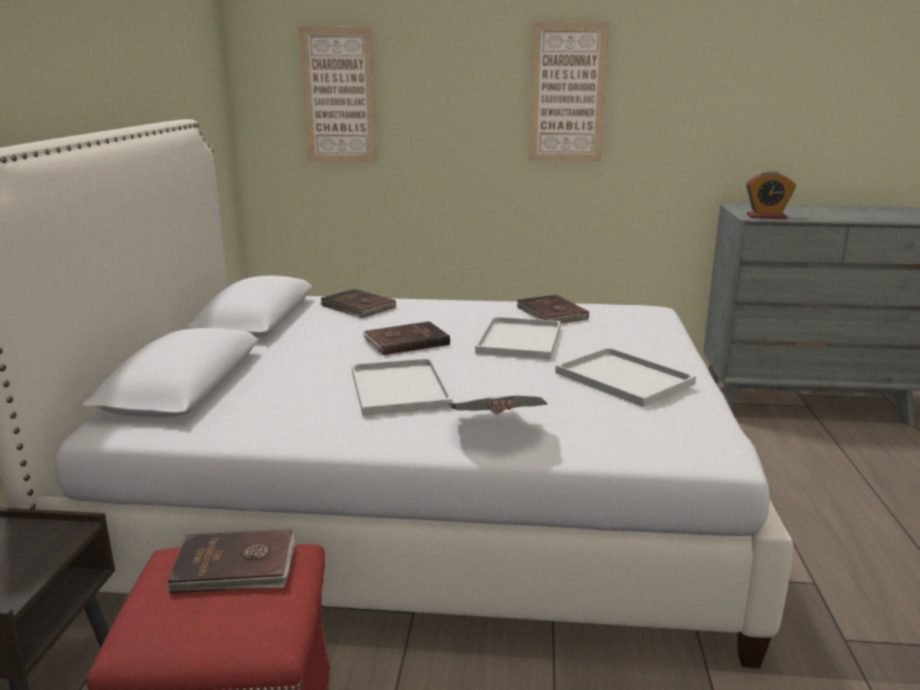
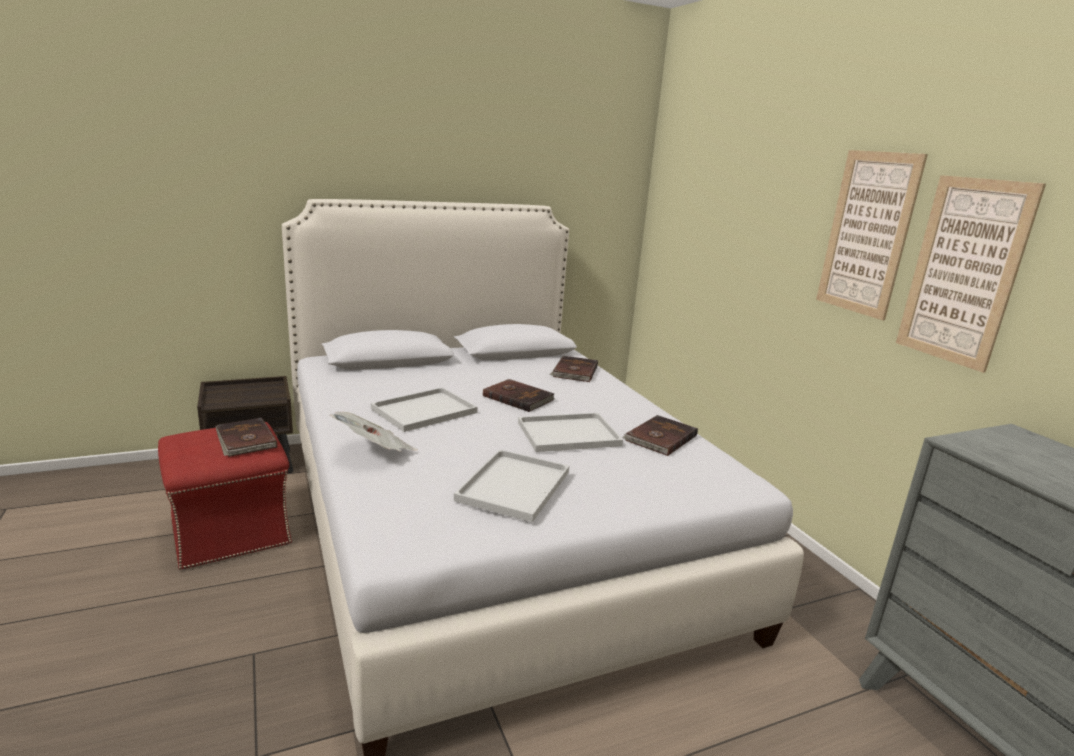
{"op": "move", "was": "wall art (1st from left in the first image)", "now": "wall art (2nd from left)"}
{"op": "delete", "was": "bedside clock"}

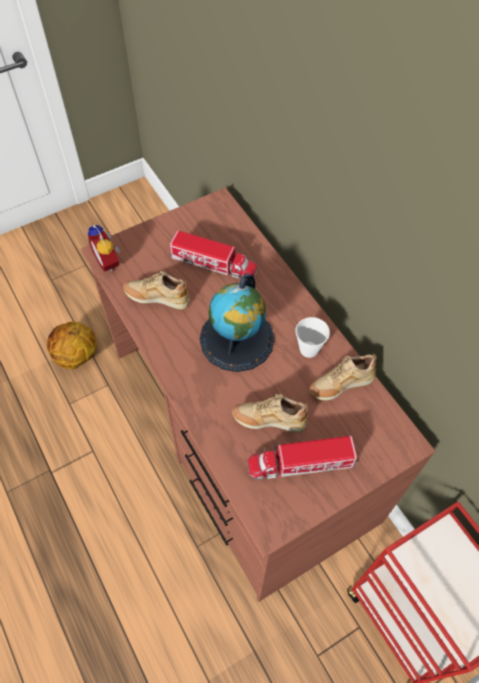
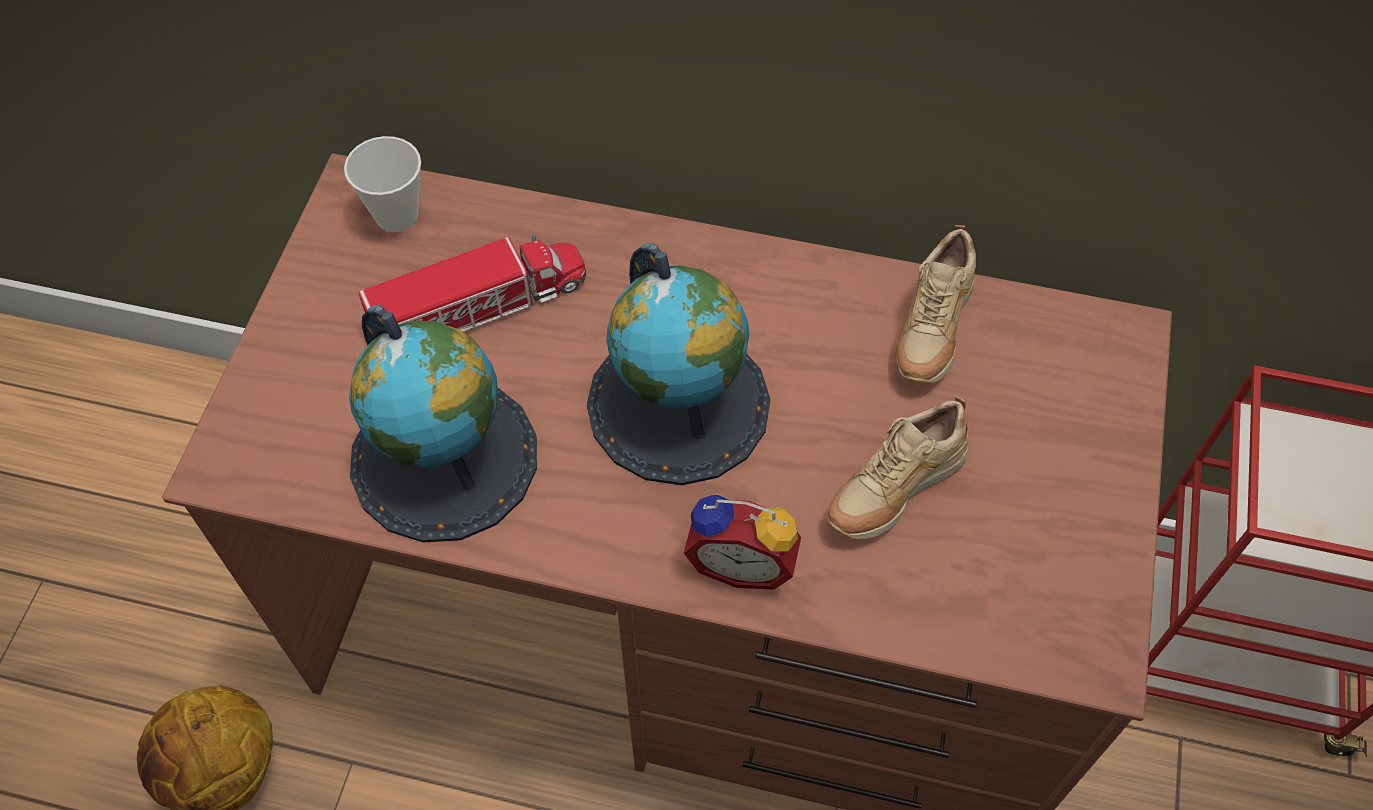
{"op": "move", "was": "bedside clock"}
{"op": "replace", "was": "beige item of footwear (1st from left)", "now": "desk globe (1st from left)"}
{"op": "delete", "was": "toy truck (2nd from left)"}
{"op": "move", "was": "small cup"}

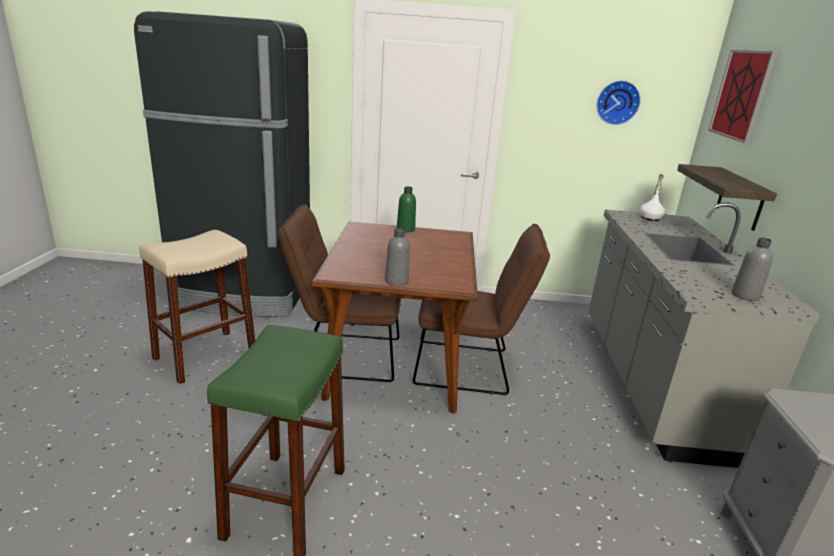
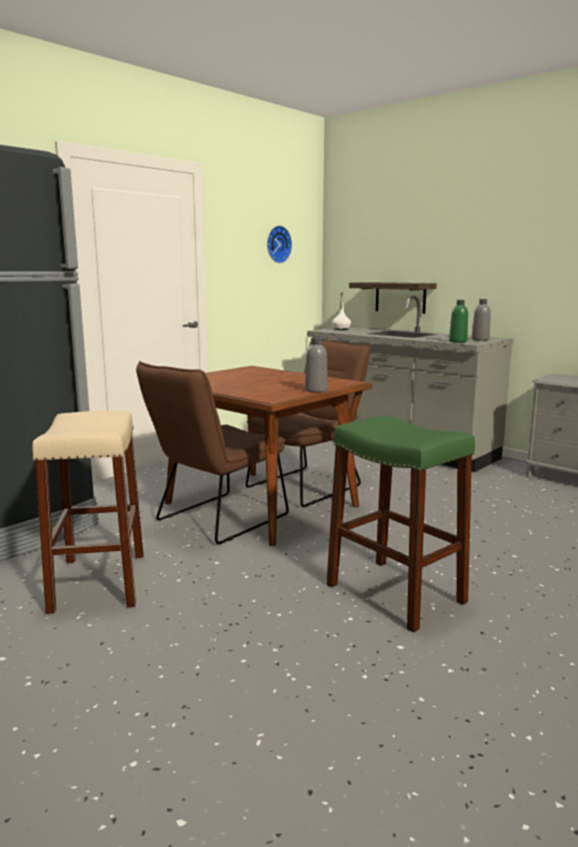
{"op": "move", "was": "green-coloured drink bottle"}
{"op": "delete", "was": "wall art"}

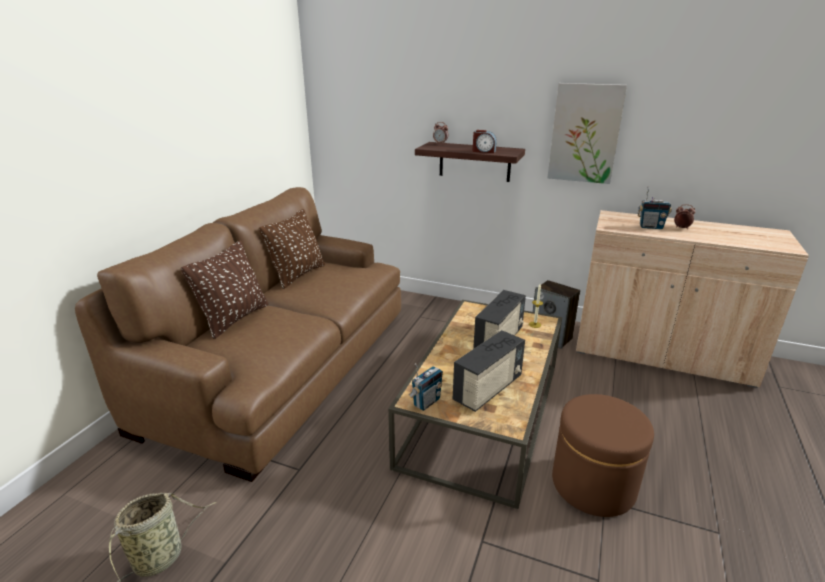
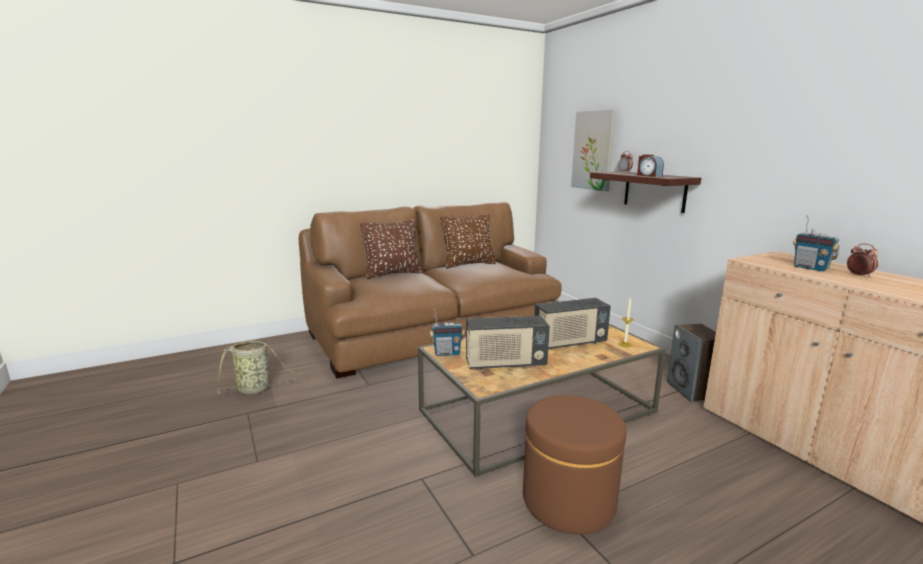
{"op": "move", "was": "wall art"}

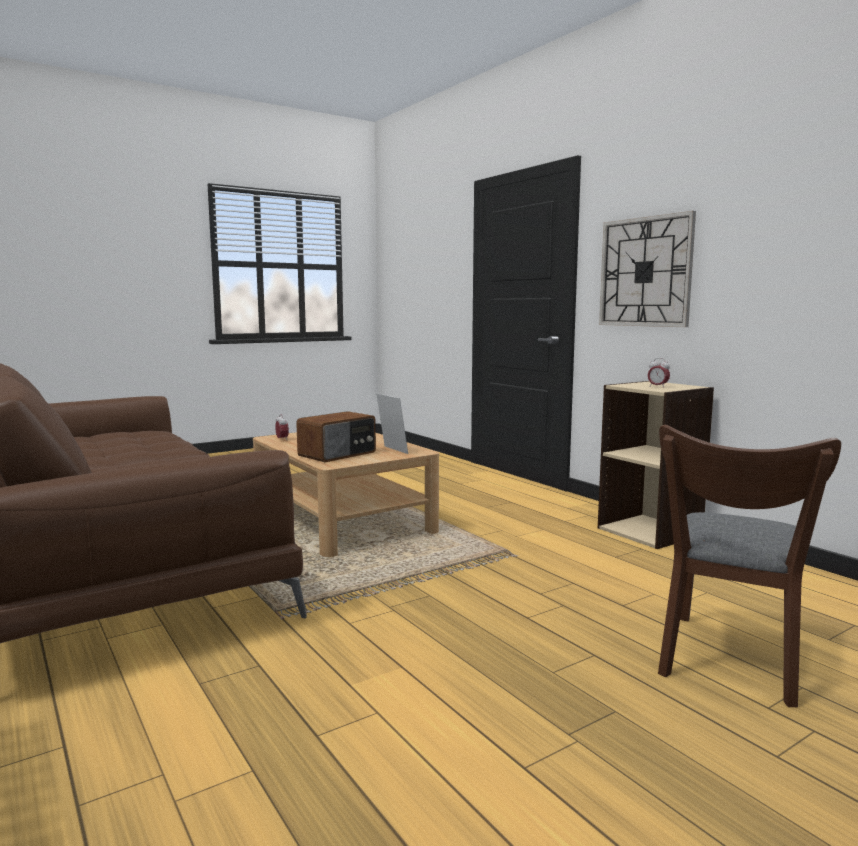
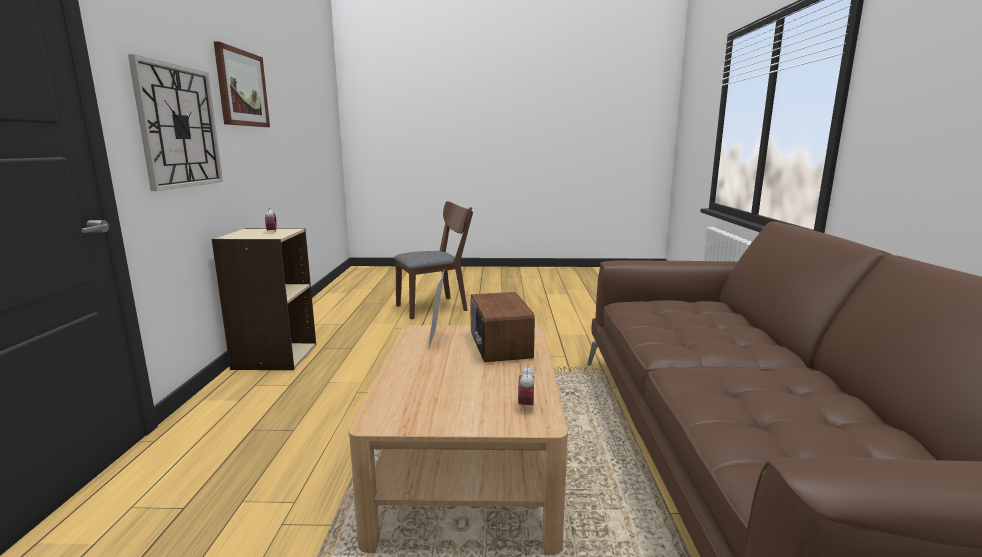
{"op": "rotate", "was": "radio", "clockwise": -90}
{"op": "insert", "now": "wall art"}

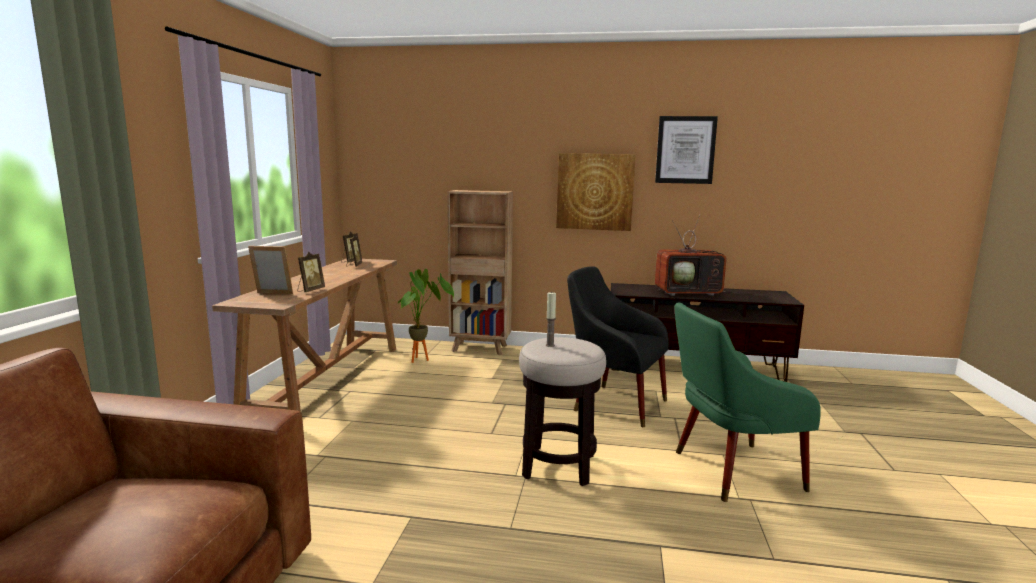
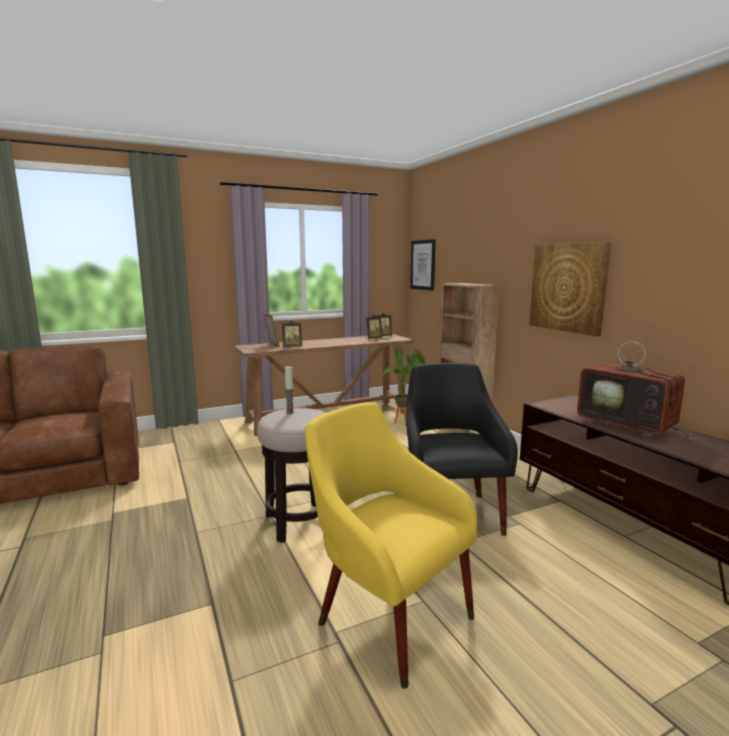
{"op": "move", "was": "wall art (2nd from left in the first image)", "now": "wall art (1st from left)"}
{"op": "recolor", "was": "green-coloured lounge chair", "now": "yellow-coloured lounge chair"}

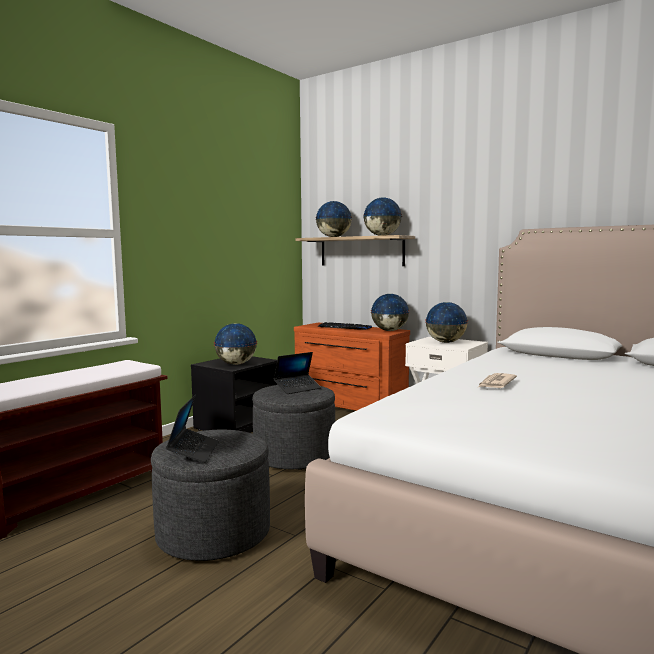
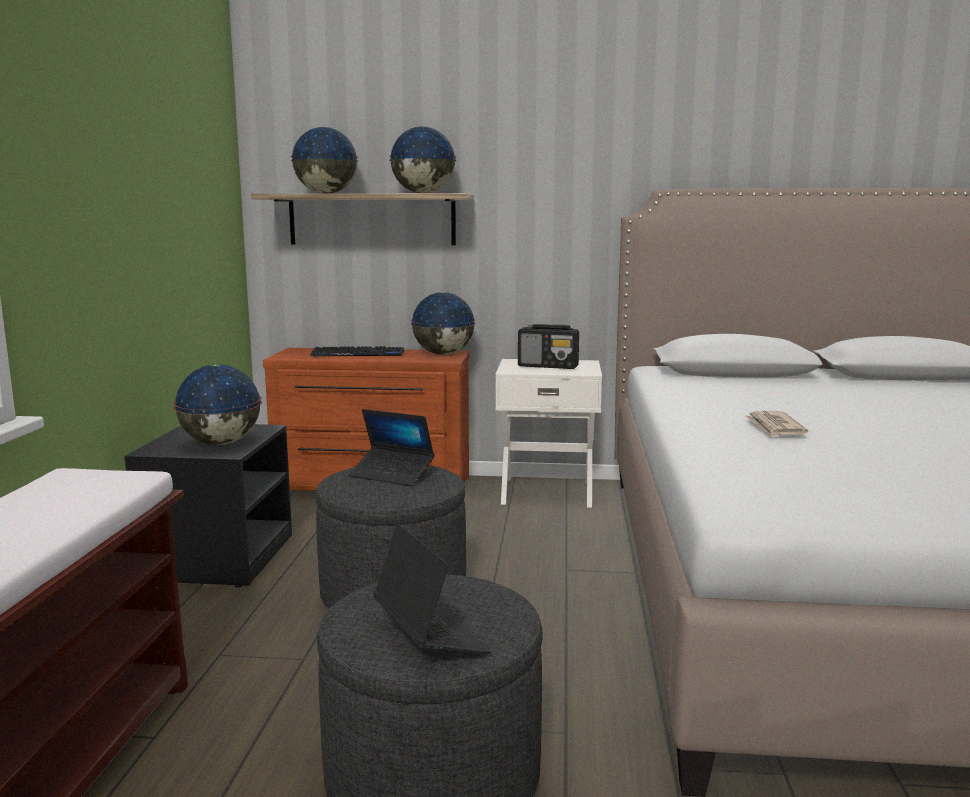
{"op": "rotate", "was": "portable computer (2nd from left in the first image)", "clockwise": 90}
{"op": "replace", "was": "desk globe (5th from left)", "now": "radio"}

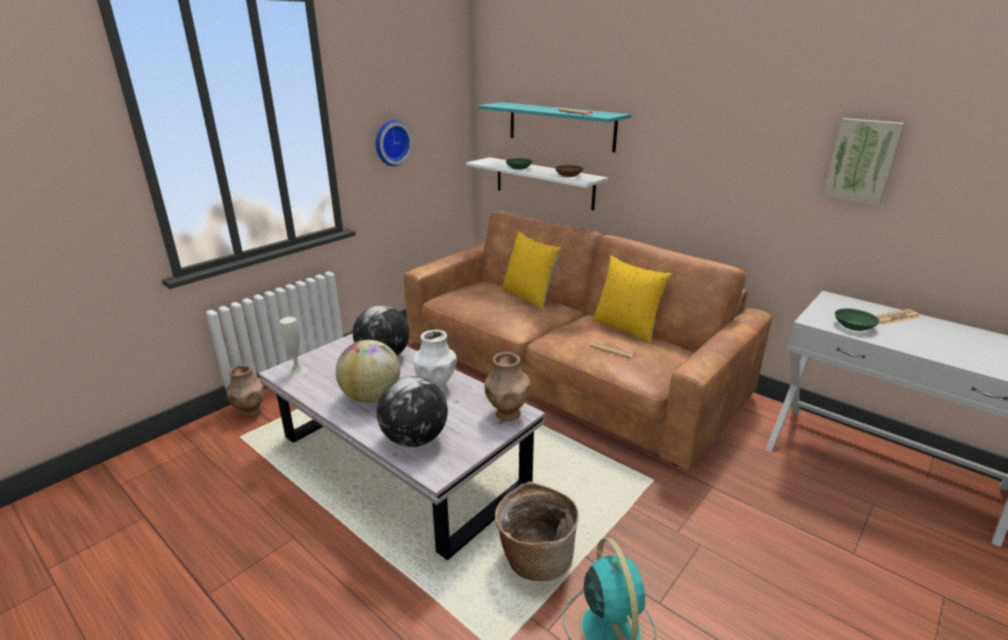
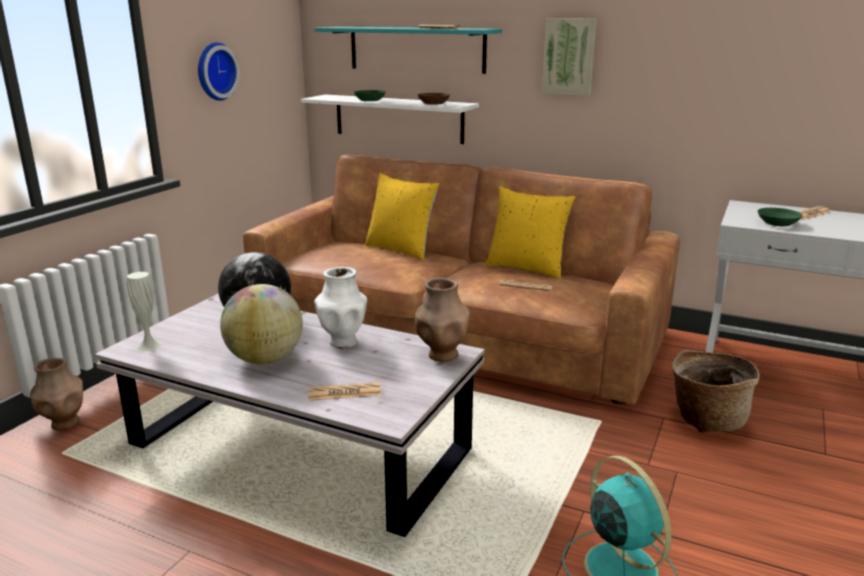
{"op": "replace", "was": "desk globe (3rd from left)", "now": "newspaper (1st from left)"}
{"op": "move", "was": "basket"}
{"op": "move", "was": "wall art"}

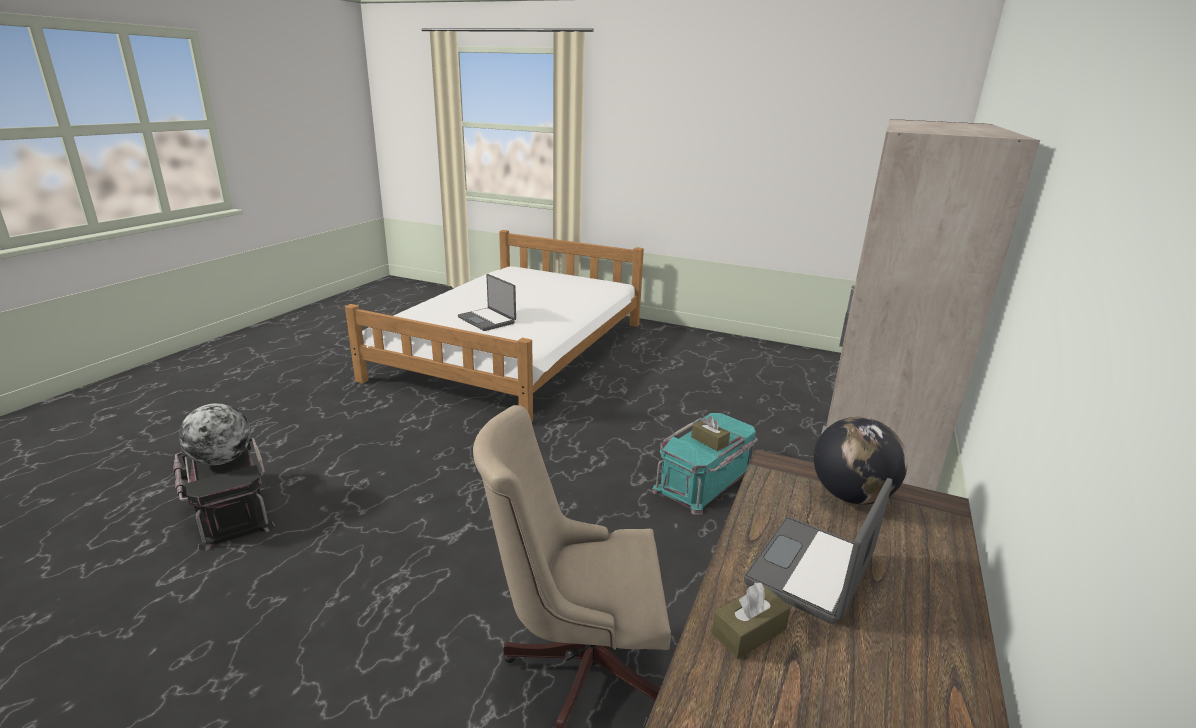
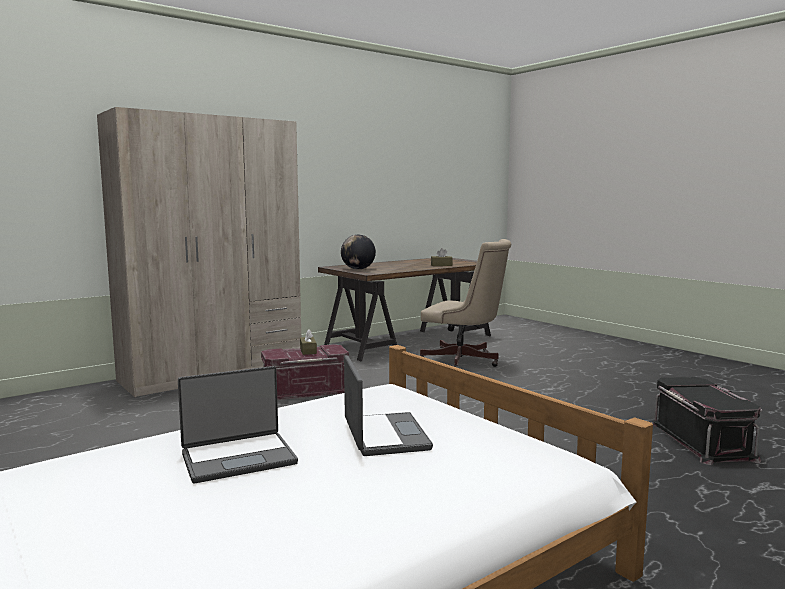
{"op": "delete", "was": "desk globe (1st from left)"}
{"op": "recolor", "was": "blue-green storage bin", "now": "red-coloured storage bin"}
{"op": "move", "was": "portable computer (2nd from left in the first image)", "now": "portable computer (1st from left)"}

